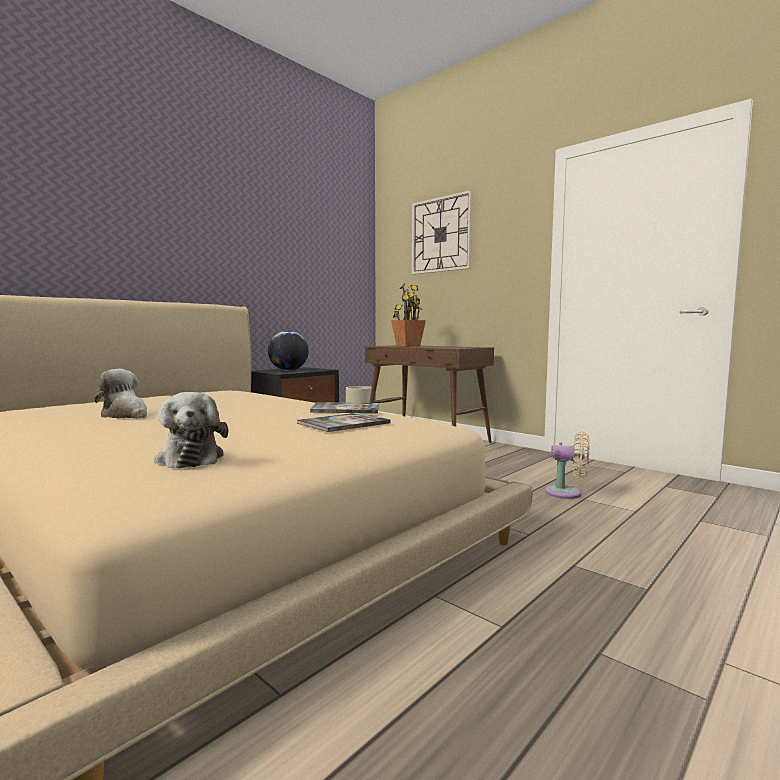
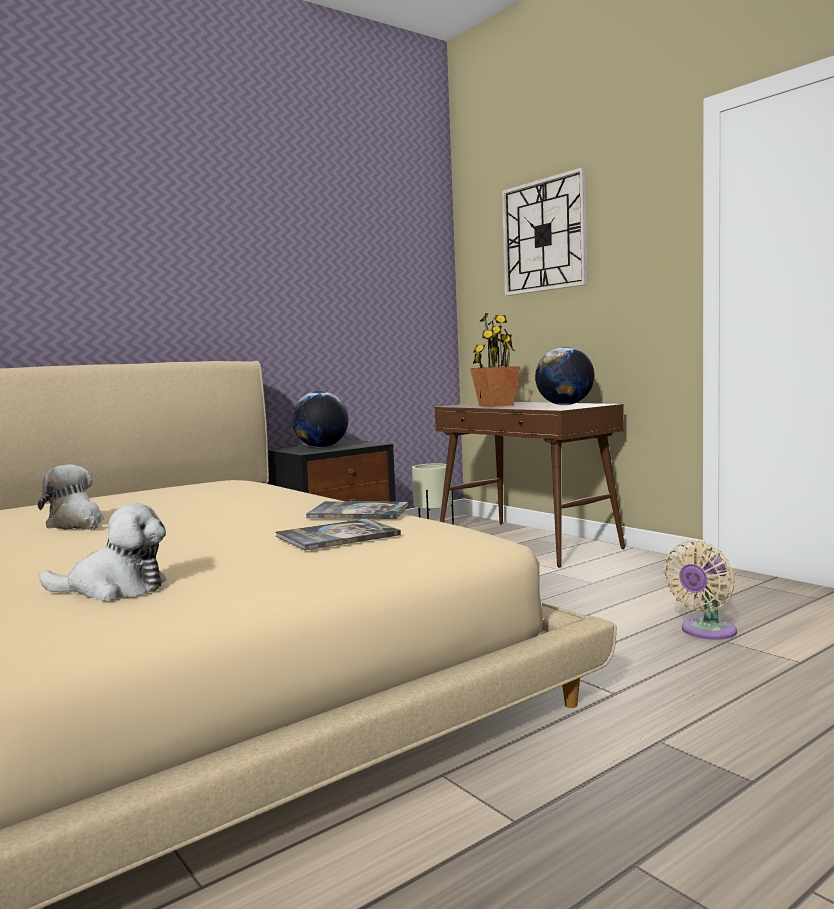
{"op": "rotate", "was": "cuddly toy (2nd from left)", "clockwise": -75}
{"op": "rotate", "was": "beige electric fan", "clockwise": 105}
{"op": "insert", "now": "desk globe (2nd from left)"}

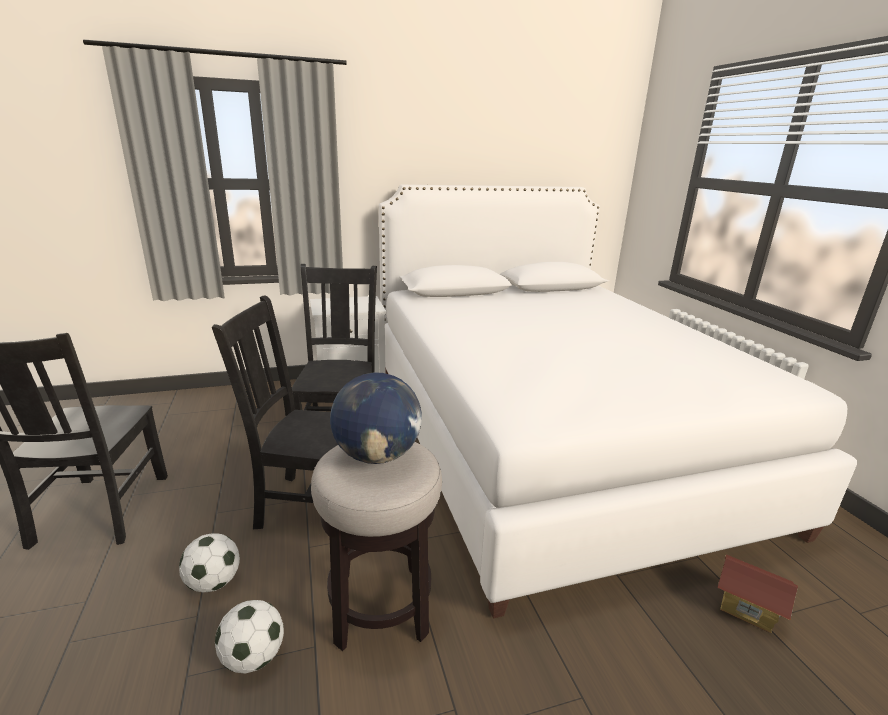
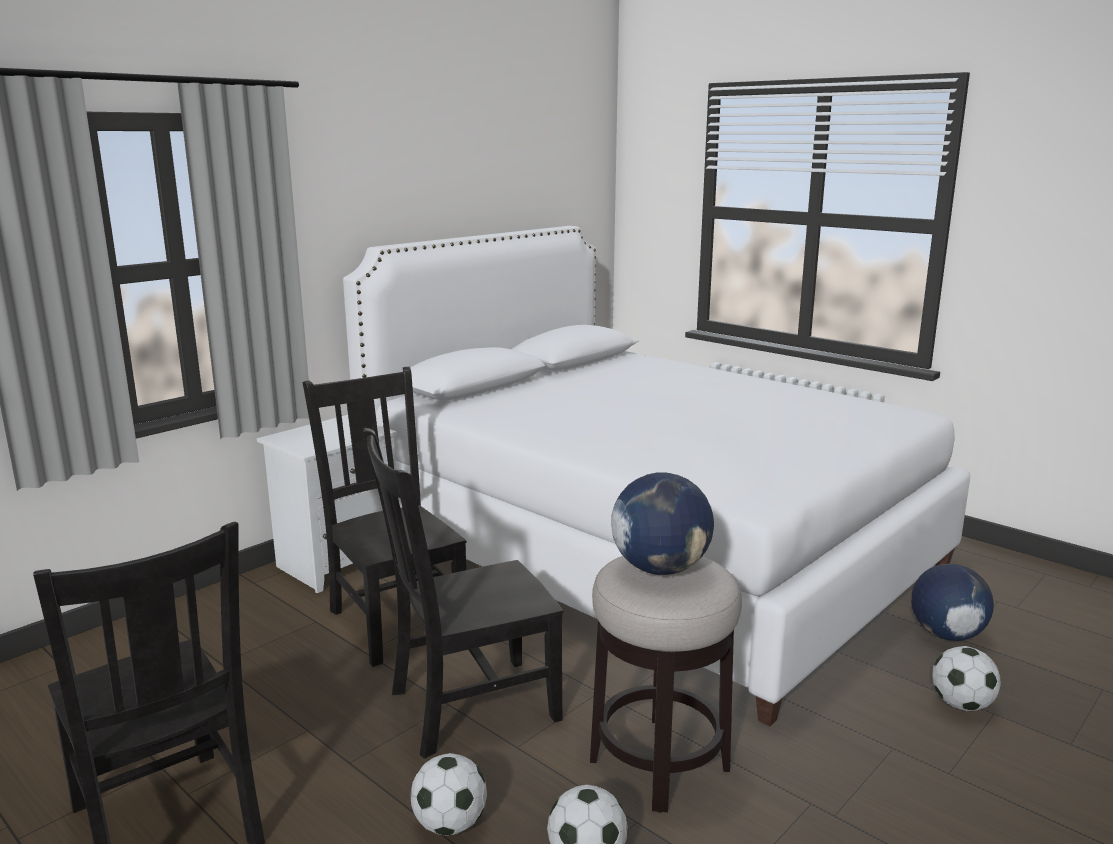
{"op": "replace", "was": "miniature house", "now": "desk globe (2nd from left)"}
{"op": "insert", "now": "ball for football (3rd from left)"}

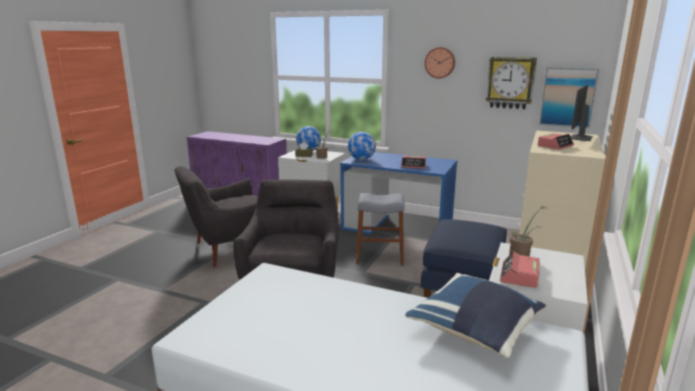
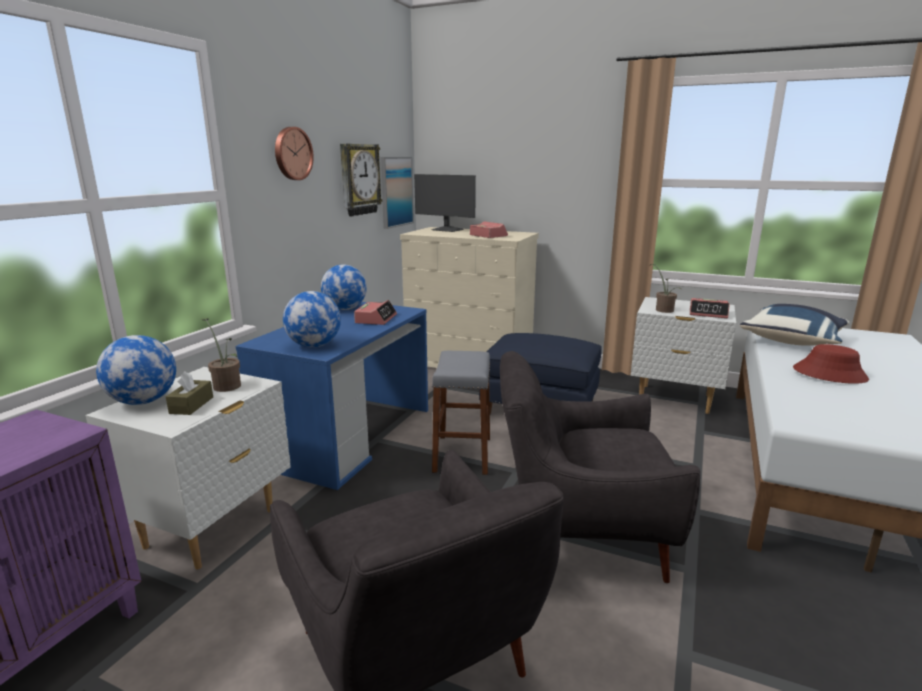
{"op": "insert", "now": "desk globe (3rd from left)"}
{"op": "insert", "now": "red-coloured wearable hat"}

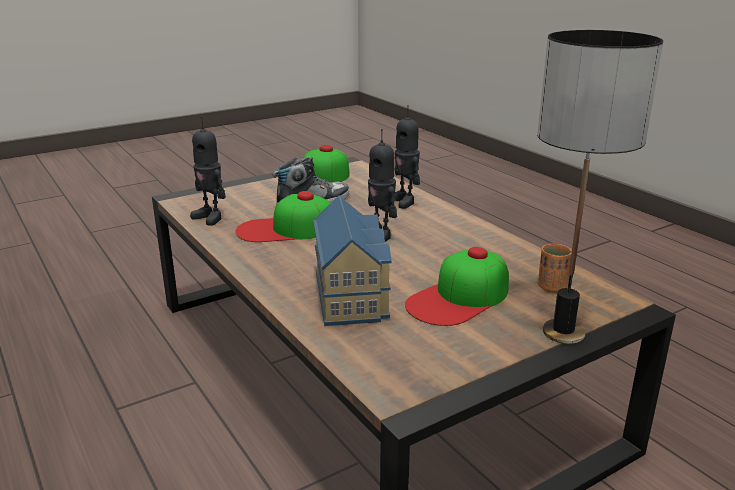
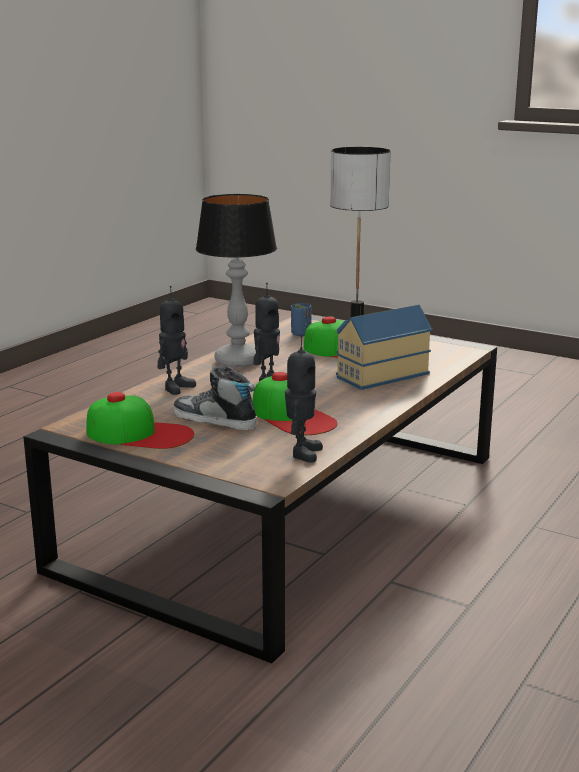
{"op": "recolor", "was": "orangey small cup", "now": "blue small cup"}
{"op": "insert", "now": "table lamp (1st from left)"}

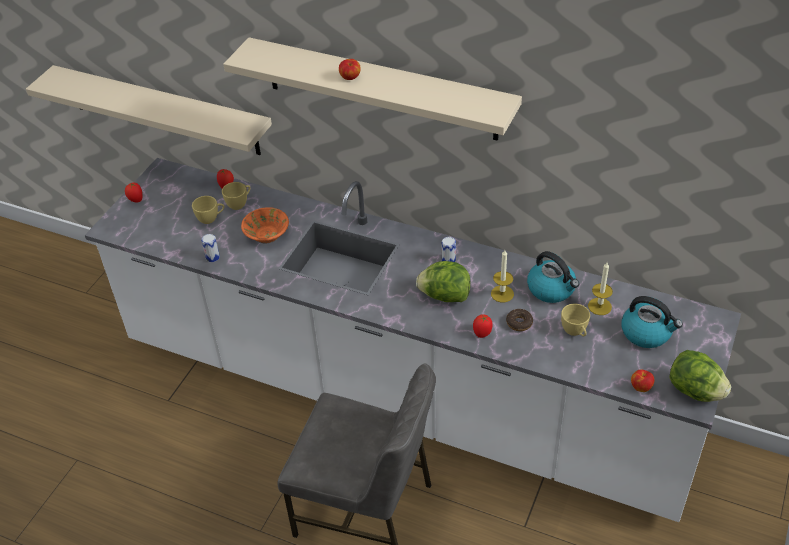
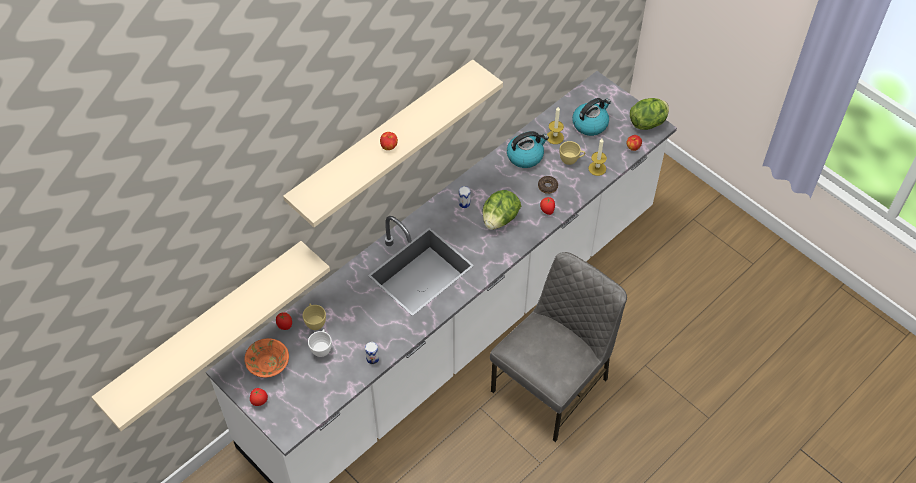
{"op": "recolor", "was": "yellow-coloured small cup (1st from left)", "now": "whitish small cup"}
{"op": "move", "was": "orangey deep dish"}
{"op": "move", "was": "wax light (1st from left in the first image)", "now": "wax light (2nd from left)"}

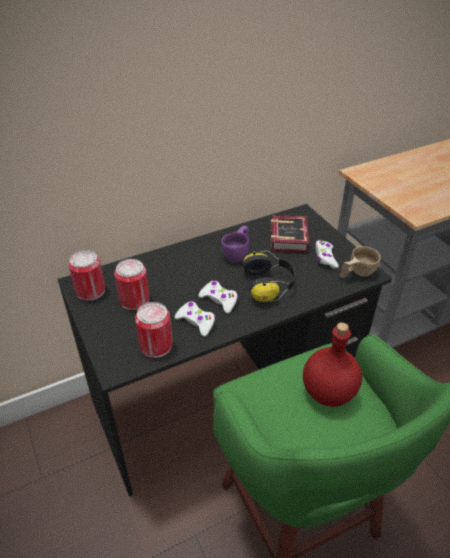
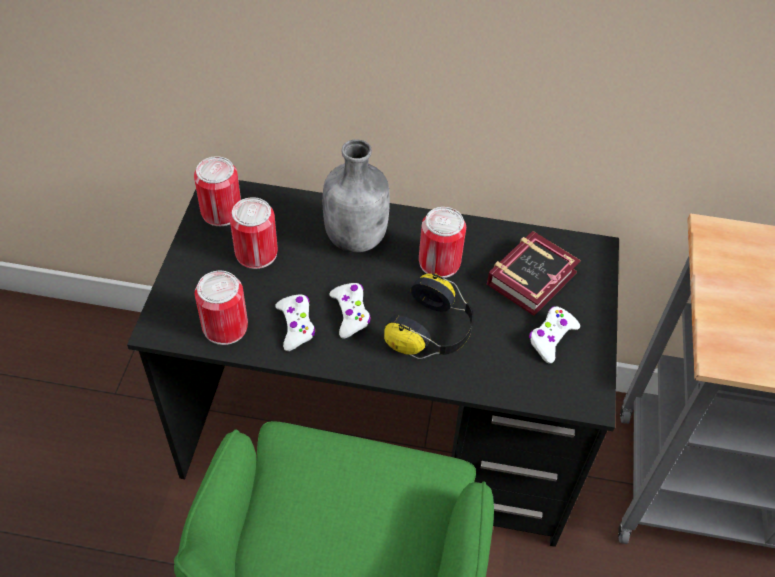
{"op": "replace", "was": "purple small cup", "now": "metal can (4th from left)"}
{"op": "delete", "was": "red-coloured drink bottle"}
{"op": "delete", "was": "beige small cup"}
{"op": "insert", "now": "grey drink bottle"}

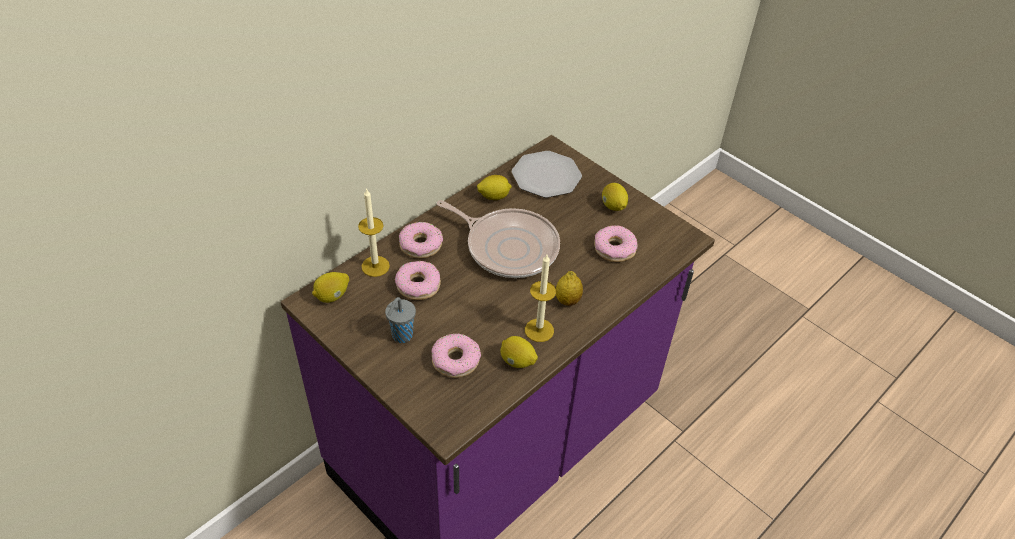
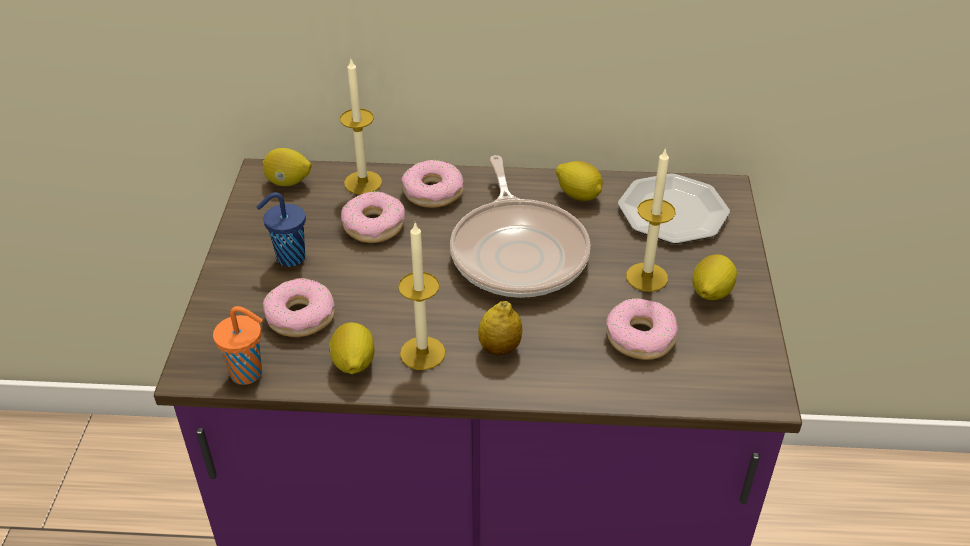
{"op": "recolor", "was": "grey small cup", "now": "blue small cup"}
{"op": "insert", "now": "orangey small cup"}
{"op": "insert", "now": "wax light (3rd from left)"}

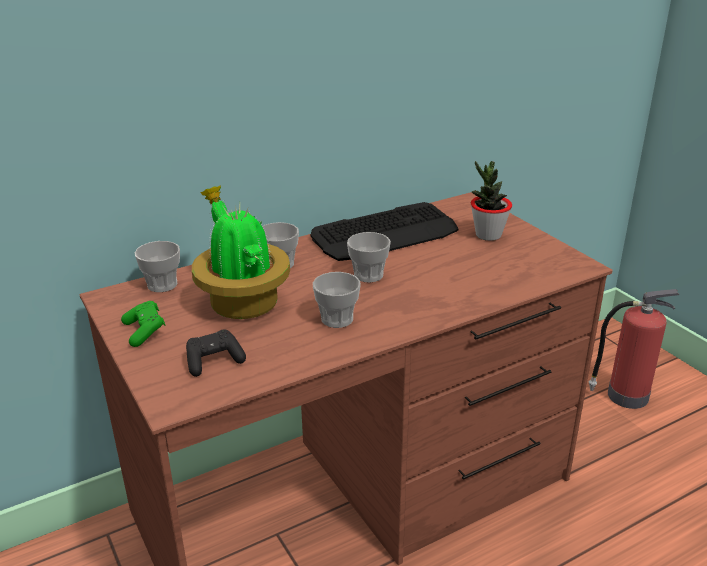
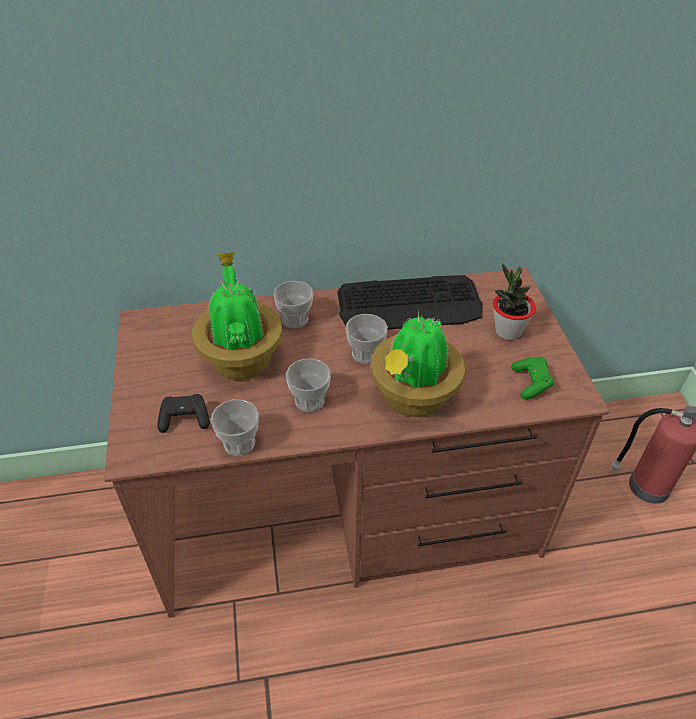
{"op": "move", "was": "green-coloured joypad"}
{"op": "move", "was": "small cup (1st from left)"}
{"op": "insert", "now": "potted plant (2nd from left)"}

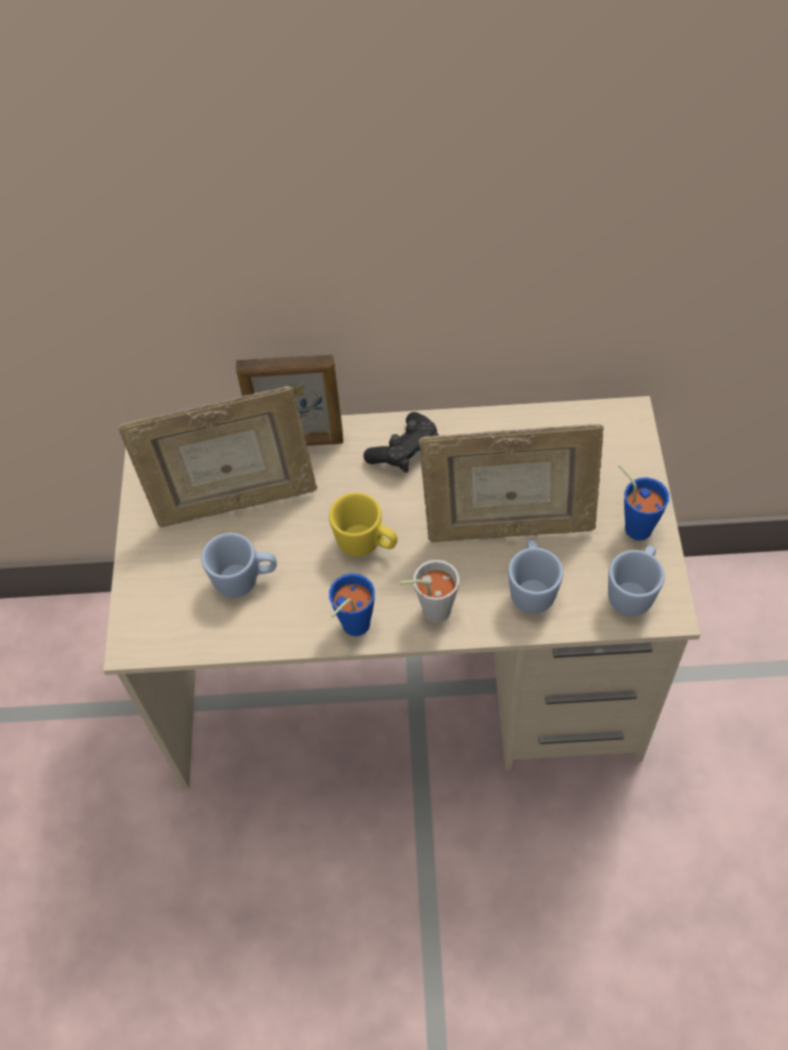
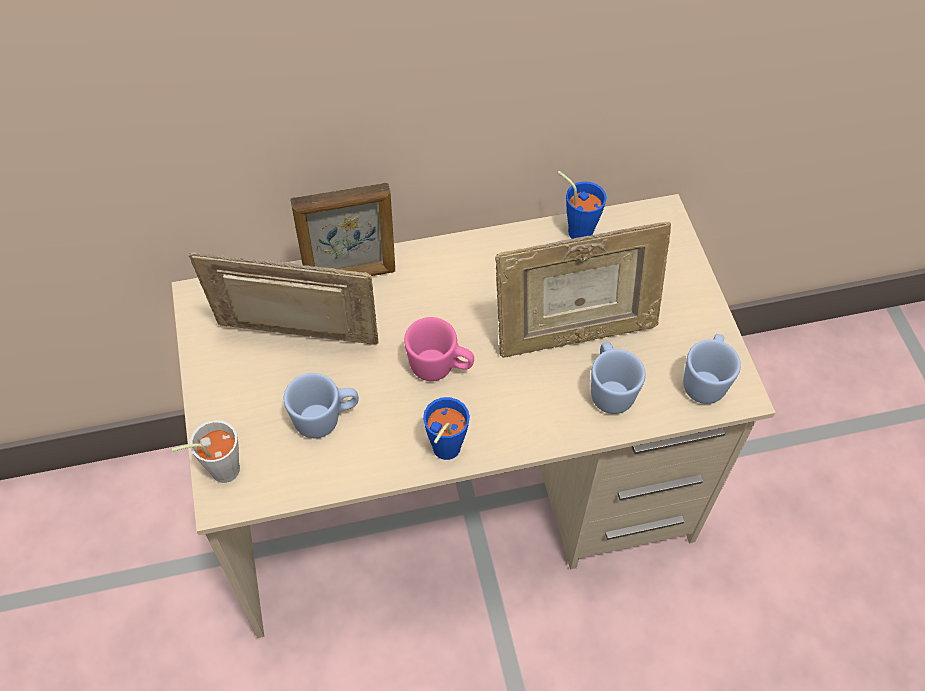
{"op": "rotate", "was": "picture frame (1st from left)", "clockwise": -150}
{"op": "recolor", "was": "yellow-coloured mug", "now": "pink mug"}
{"op": "delete", "was": "blackish joypad"}
{"op": "move", "was": "grey small cup"}
{"op": "move", "was": "blue small cup (2nd from left)"}

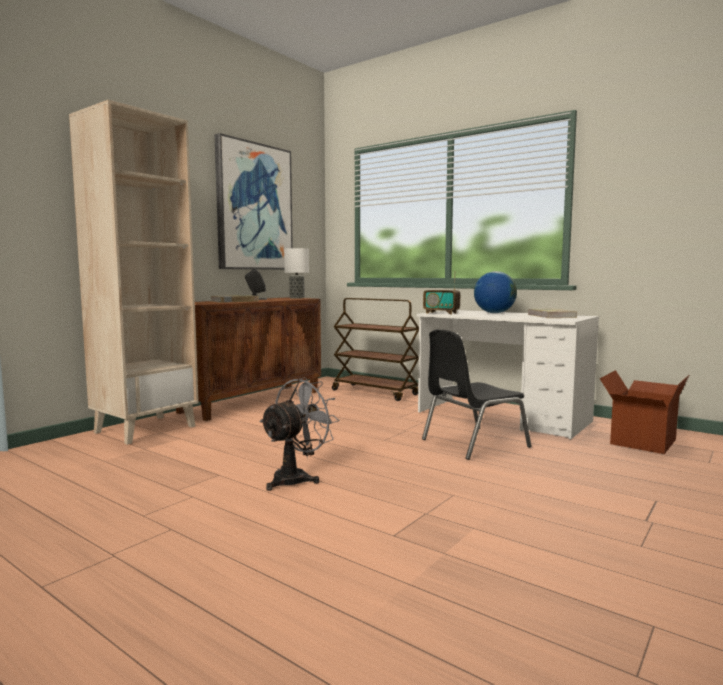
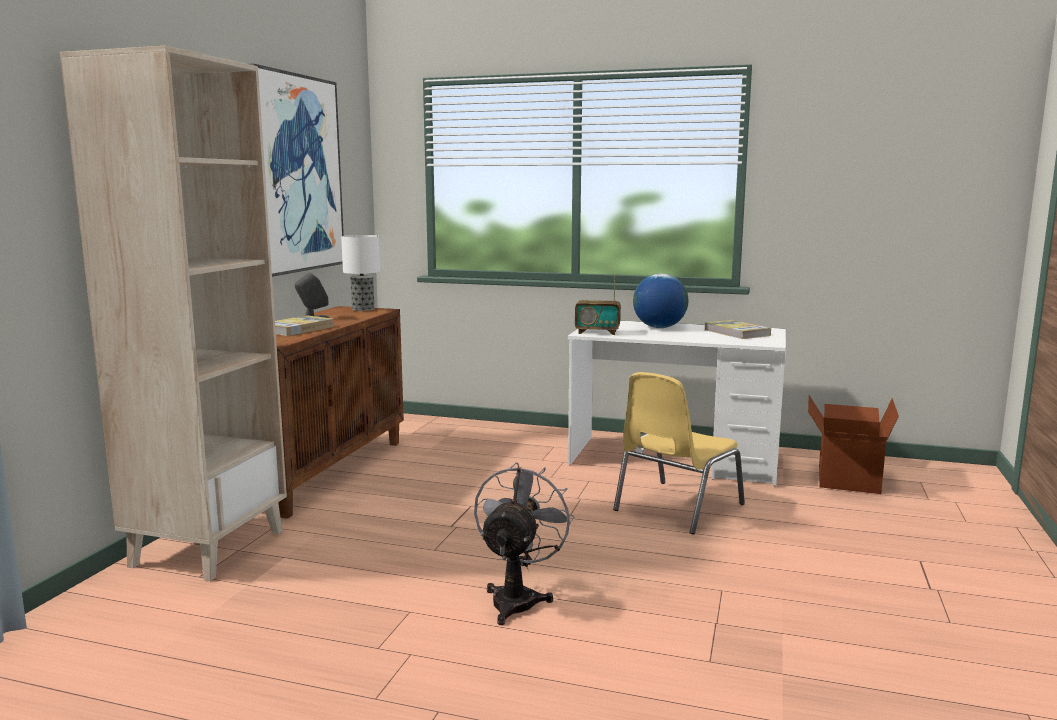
{"op": "delete", "was": "brown trolley"}
{"op": "recolor", "was": "blackish plain chair", "now": "yellow-coloured plain chair"}

